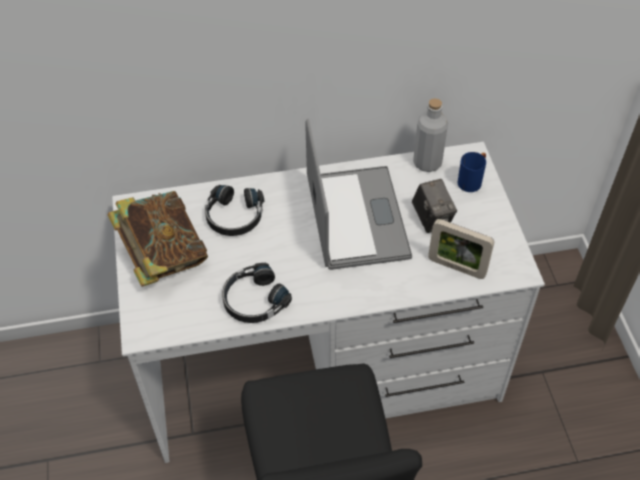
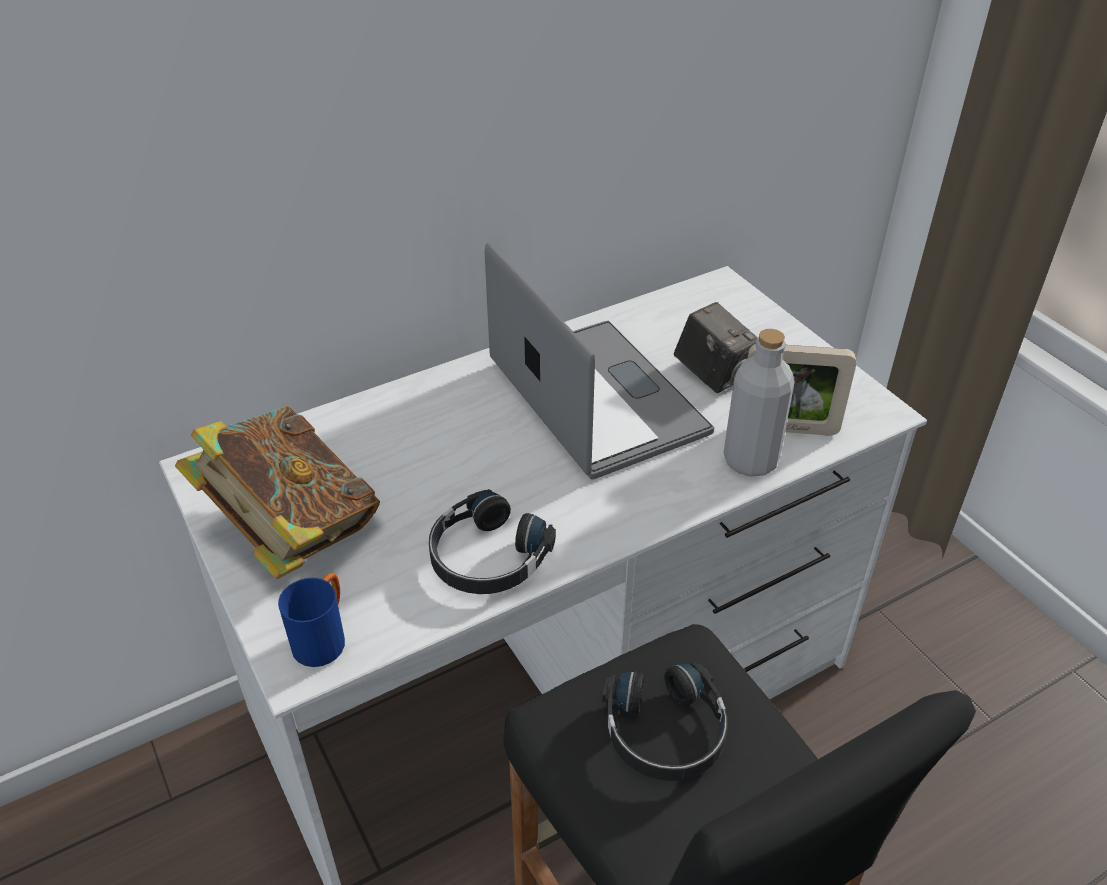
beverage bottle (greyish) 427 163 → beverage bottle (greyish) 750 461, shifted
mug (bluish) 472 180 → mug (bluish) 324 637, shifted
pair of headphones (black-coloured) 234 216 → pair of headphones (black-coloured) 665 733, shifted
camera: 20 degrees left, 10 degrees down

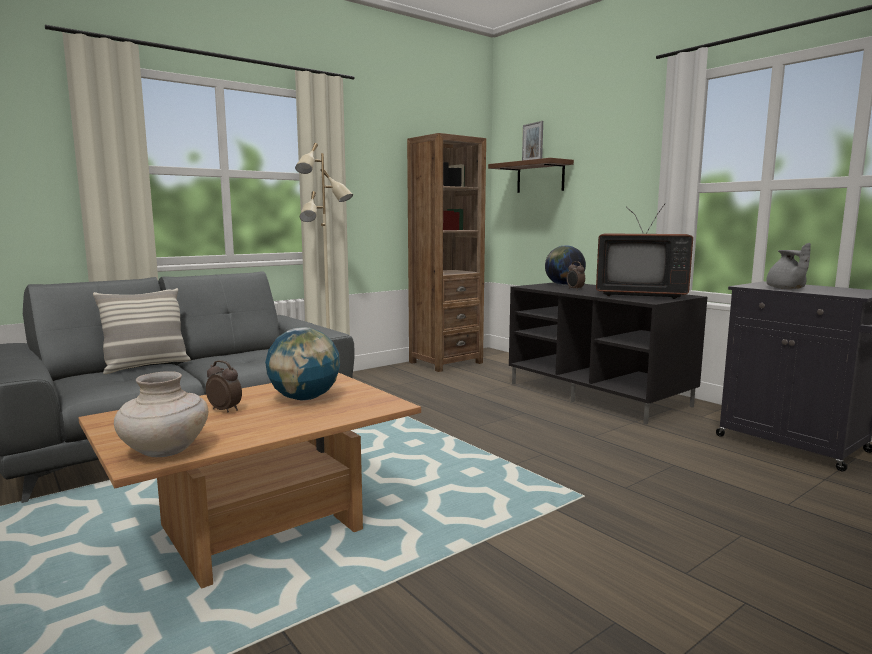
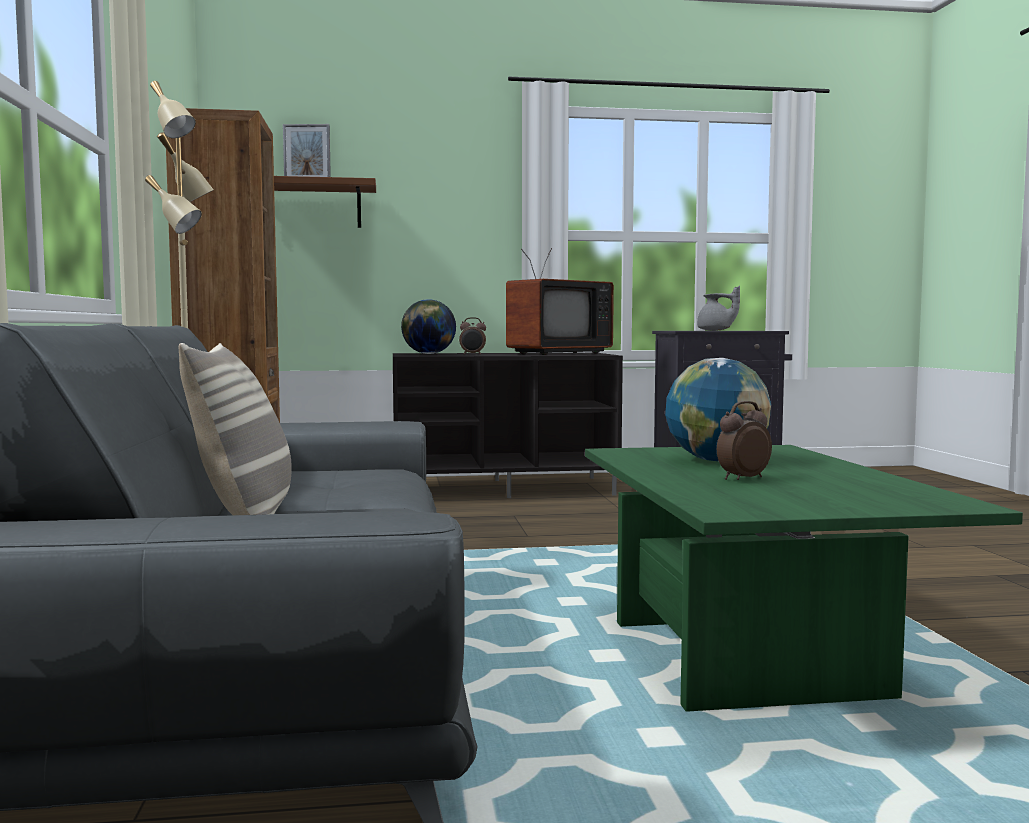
flower vase (beige) 165 451 → -
low table (brown-coloured) 261 532 → low table (green) 753 659
camera: 60 degrees left, 5 degrees down

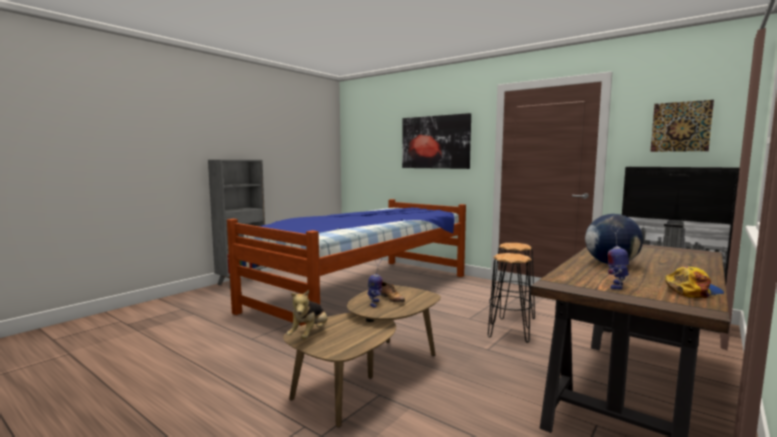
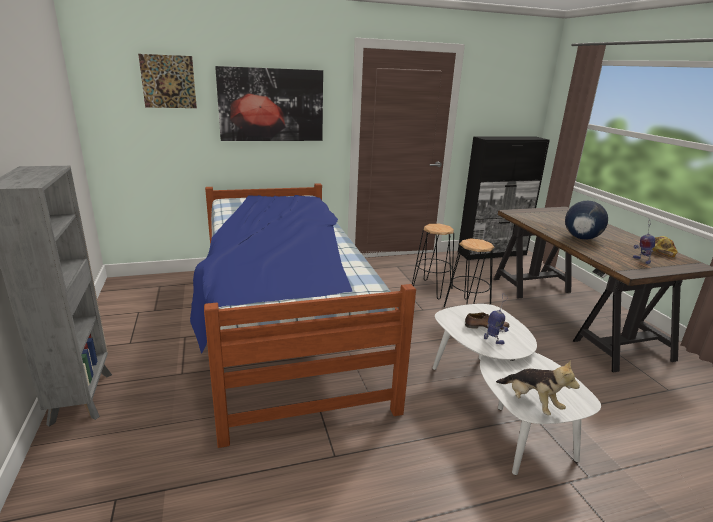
wall picture 680 126 → wall picture 168 81, shifted
low table (brown-coloured) 370 375 → low table (white-coloured) 496 407
camera: 55 degrees left, 15 degrees up

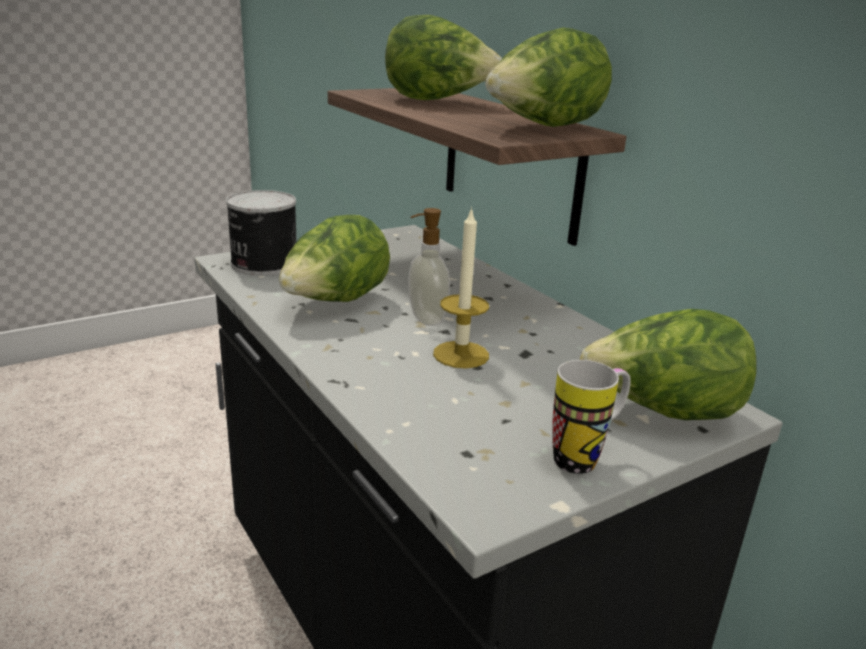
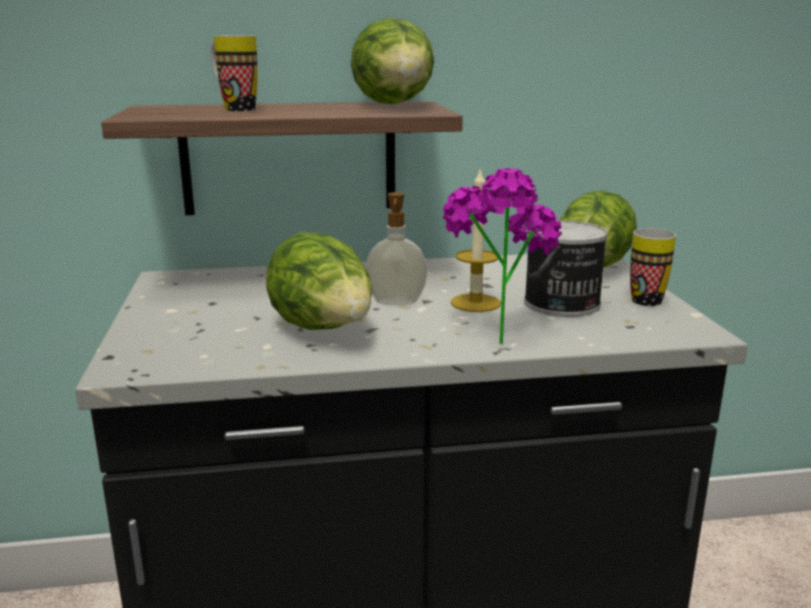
lettuce head 437 101 → mug 234 109
sealed can 262 263 → sealed can 562 304, shifted
- → houseplant 495 335
camera: 65 degrees left, 5 degrees down

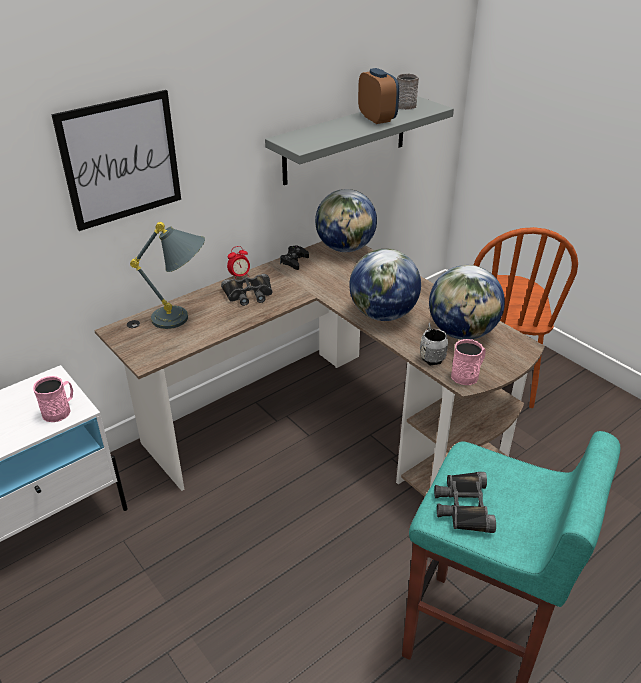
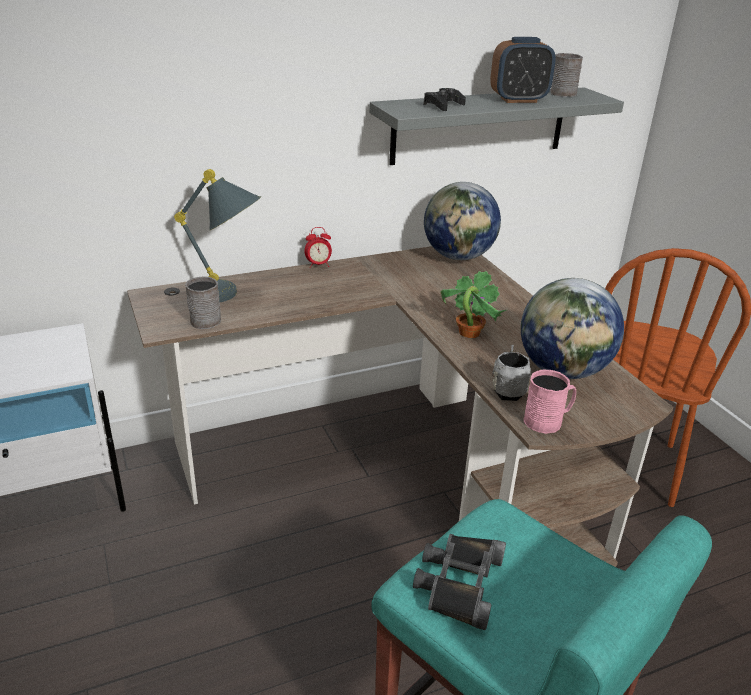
alarm clock 377 119 → alarm clock 518 100, 90 degrees clockwise
wall picture 121 160 → -
gamepad (black-coloured) 294 261 → gamepad (black-coloured) 443 105, shifted
desk globe 382 315 → houseplant 468 332
pair of binoculars (black-coloured) 249 294 → -
mug (pink) 60 410 → -
- → mug (greyish) 205 318
camera: 15 degrees right, 5 degrees down

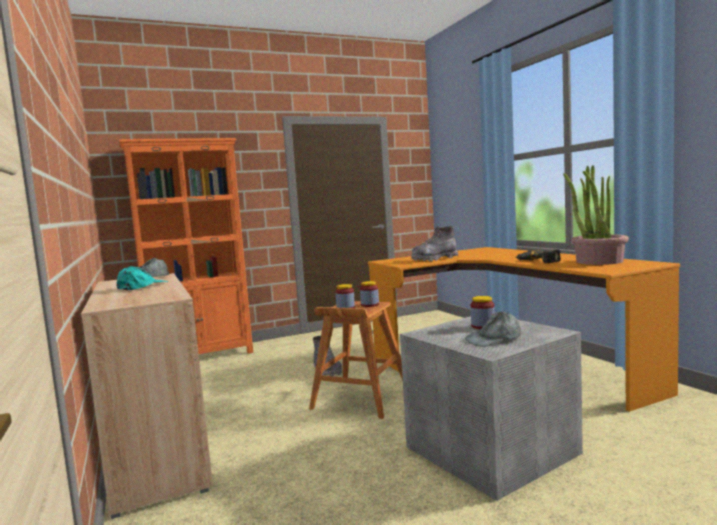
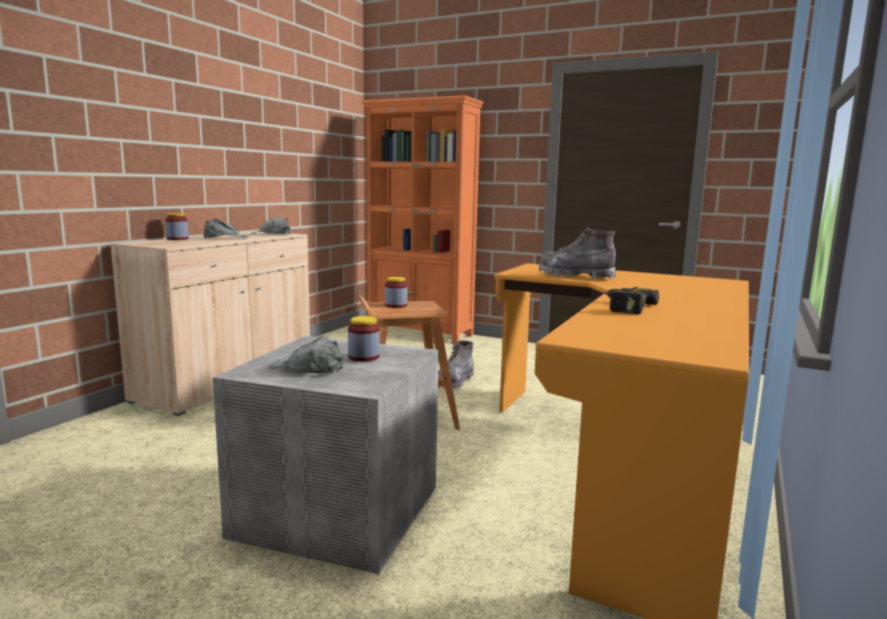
houseplant 598 261 → -
cap (turquoise-coloured) 142 287 → cap (greyish) 227 238
preserve jar 370 305 → preserve jar 177 239, shifted
camera: 50 degrees right, 5 degrees up

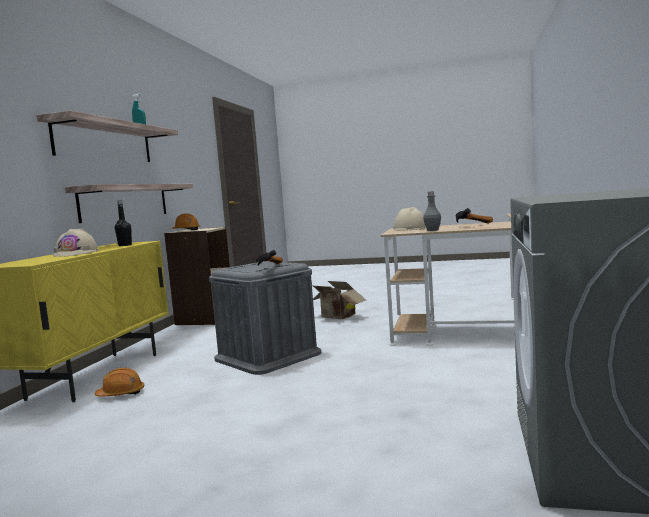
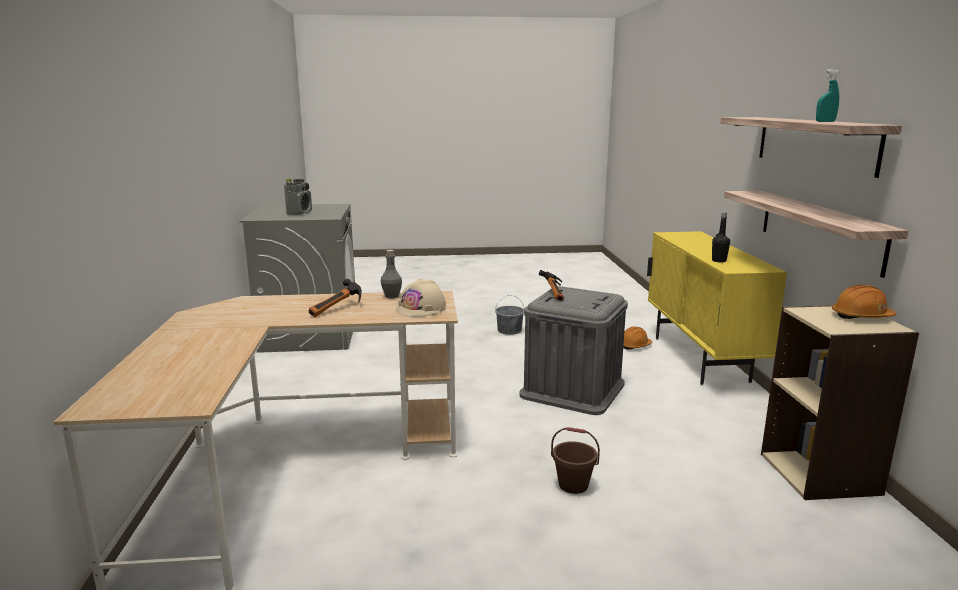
hard hat (beige) 76 253 → -
packing box 337 317 → bucket (brown-coloured) 573 485
- → radio 299 213
- → bucket (greyish) 509 330
camera: 160 degrees right, 10 degrees up

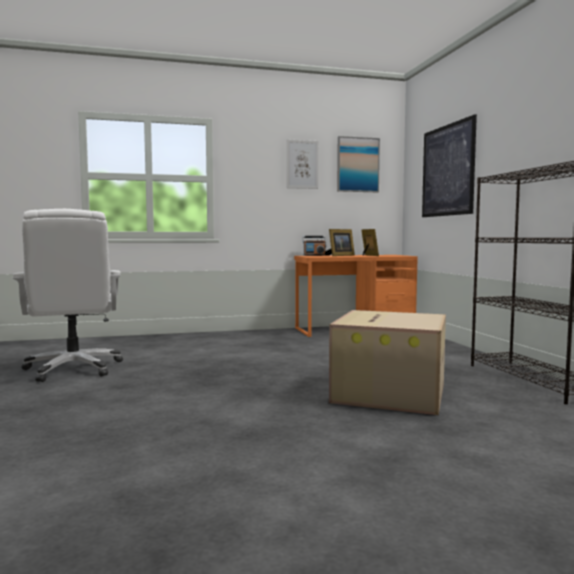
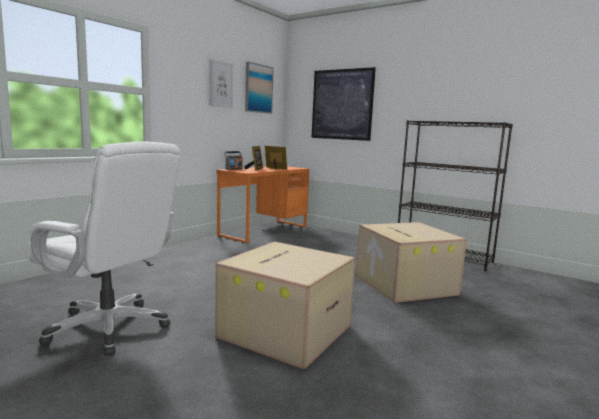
- → packing box 285 330
camera: 40 degrees left, 5 degrees up

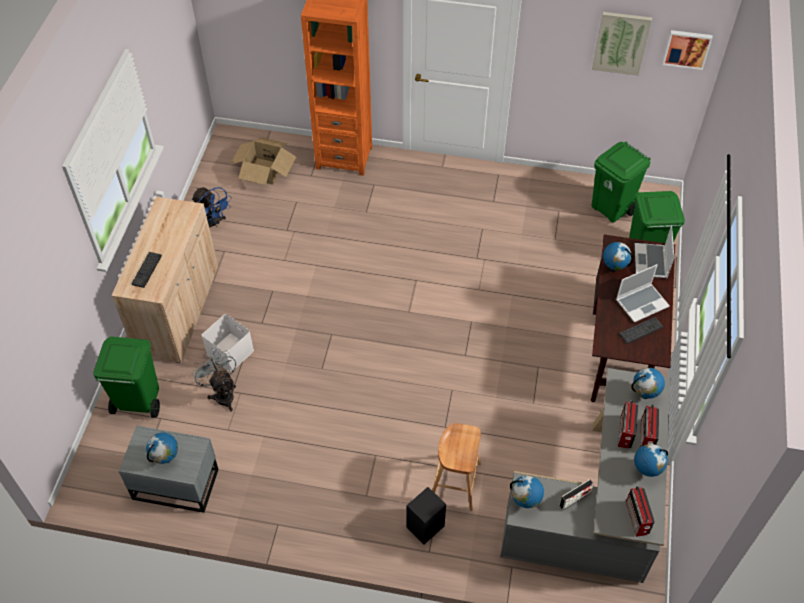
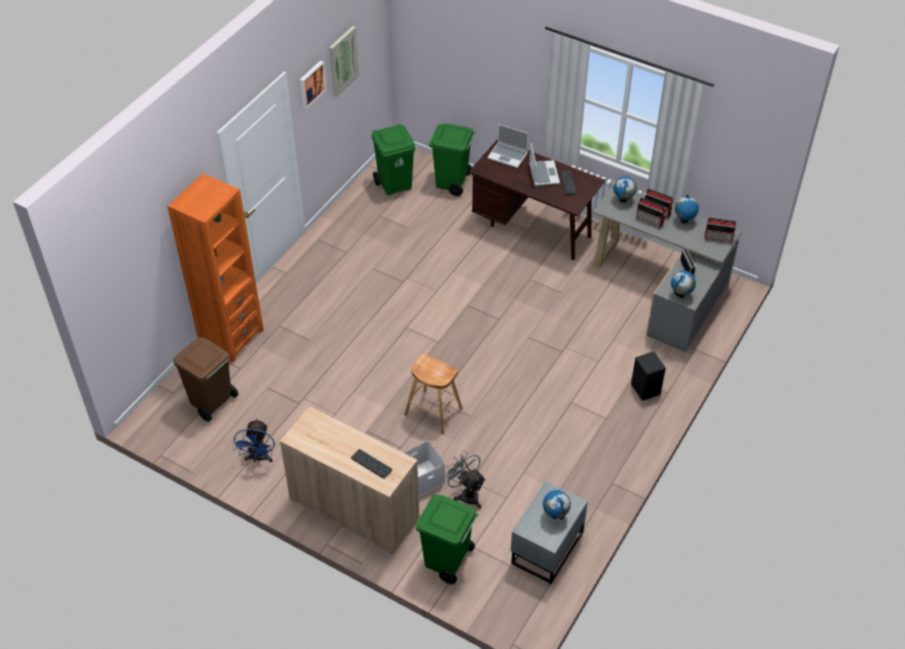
wall picture 687 48 → wall picture 311 84, shifted
packing box 264 171 → rubbish bin (brown-coloured) 211 402
fan (bluish) 214 224 → fan (bluish) 258 458, 120 degrees clockwise
desk globe 613 268 → -
fan (greyish) 222 394 → fan (greyish) 466 493, 60 degrees clockwise
stool seat (brown-coloured) 455 483 → stool seat (brown-coloured) 433 412, shifted
camera: 70 degrees left, 5 degrees down

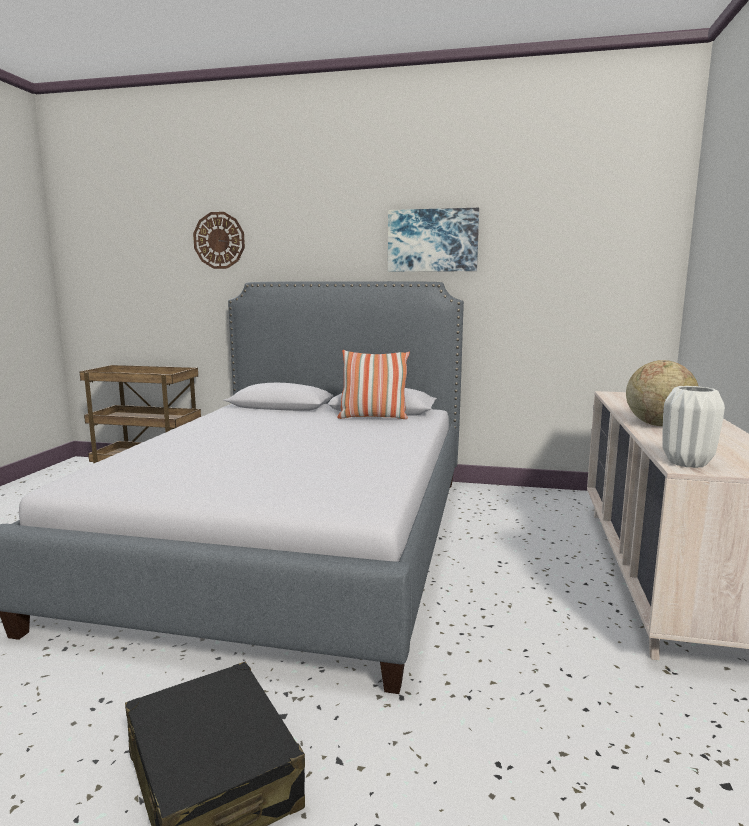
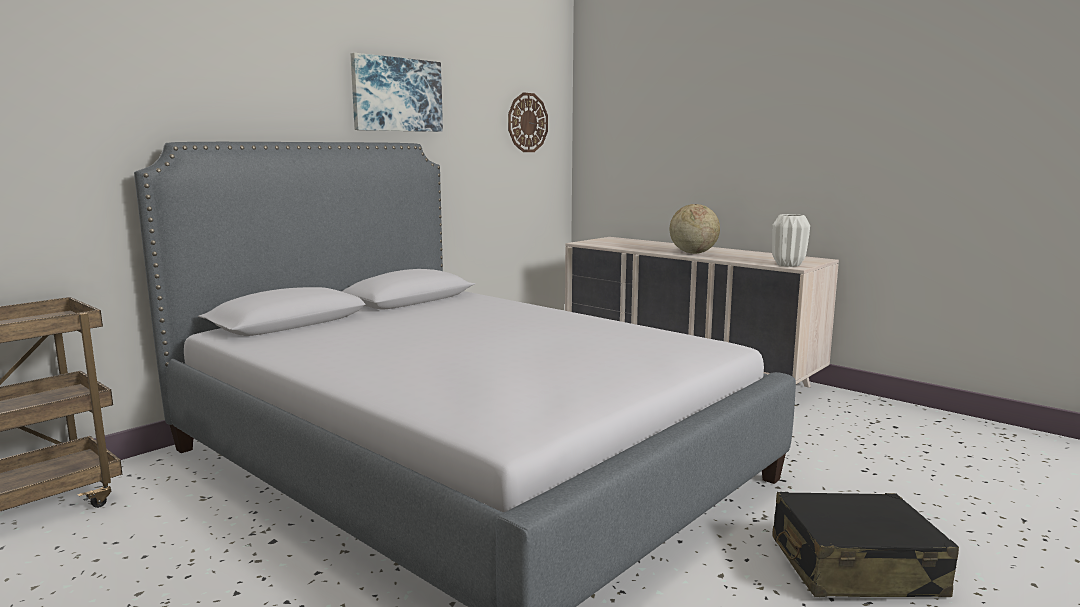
wall clock 219 240 → wall clock 527 122, shifted
cushion 373 417 → -
camera: 60 degrees left, 0 degrees up

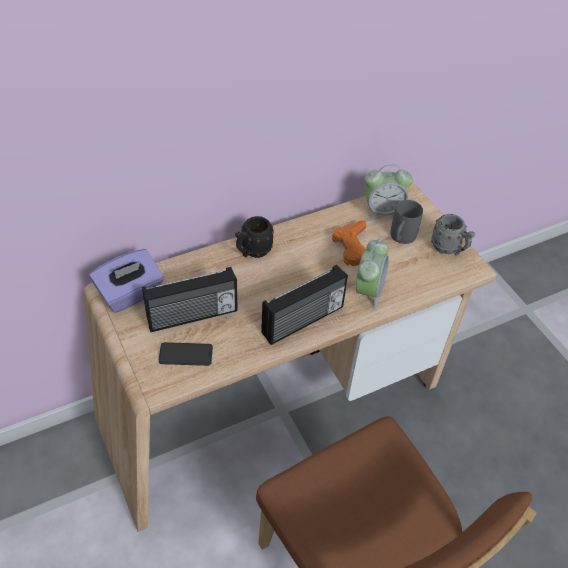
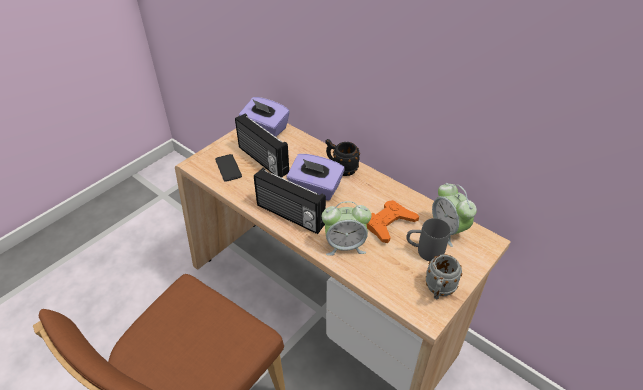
- → tissue holder (purplish) 315 189
camera: 70 degrees right, 5 degrees down

